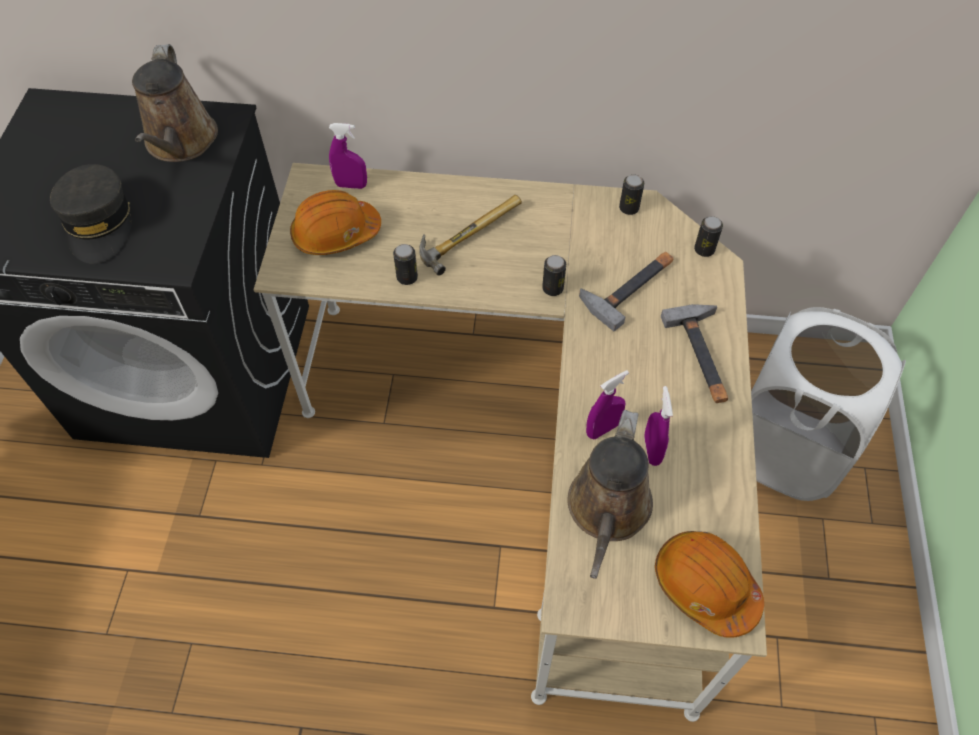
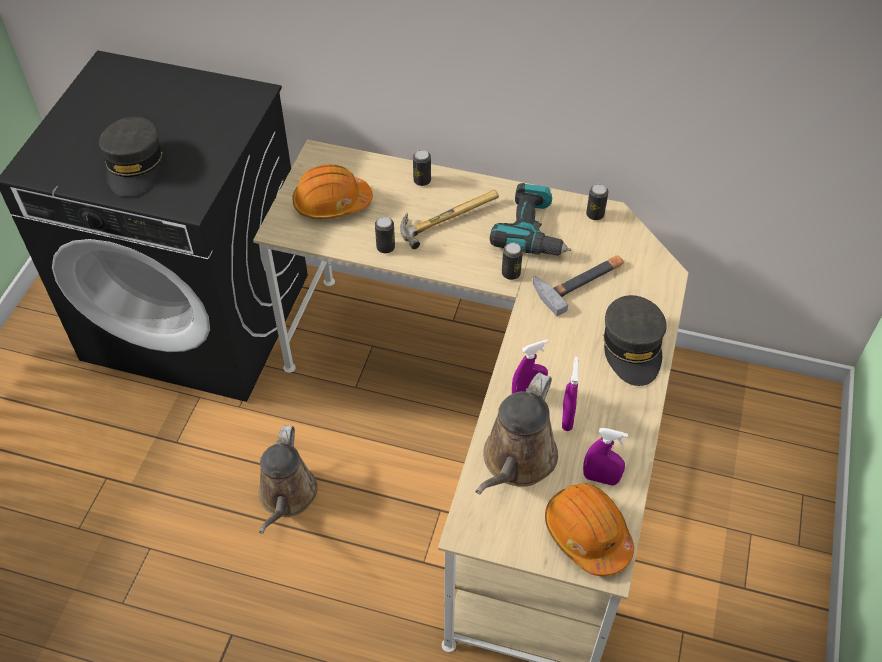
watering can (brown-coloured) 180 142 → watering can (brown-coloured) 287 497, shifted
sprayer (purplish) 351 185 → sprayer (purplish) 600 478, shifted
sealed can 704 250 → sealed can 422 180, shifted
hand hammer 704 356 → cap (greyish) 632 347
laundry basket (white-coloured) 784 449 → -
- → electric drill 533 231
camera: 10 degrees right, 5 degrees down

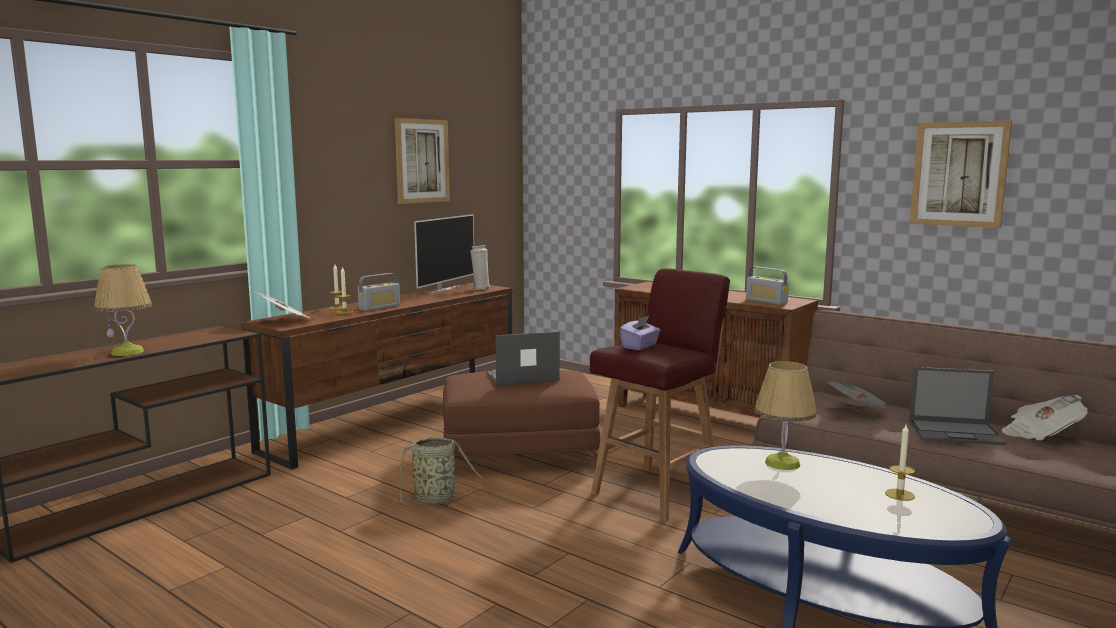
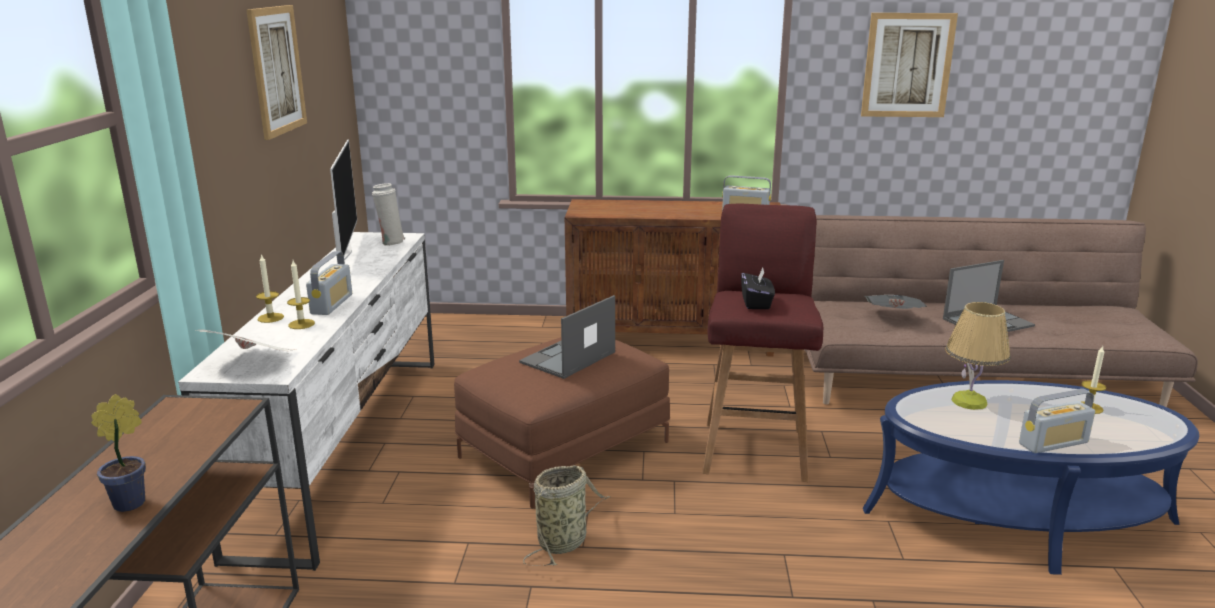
lamp for a table 128 352 → houseplant 134 502
tv unit (brown-coloured) 398 420 → tv unit (white-coloured) 348 444
tissue holder (purplish) 640 346 → tissue holder (black-coloured) 756 303
printed paper 1040 434 → -
- → radio 1053 443
camera: 35 degrees left, 10 degrees up

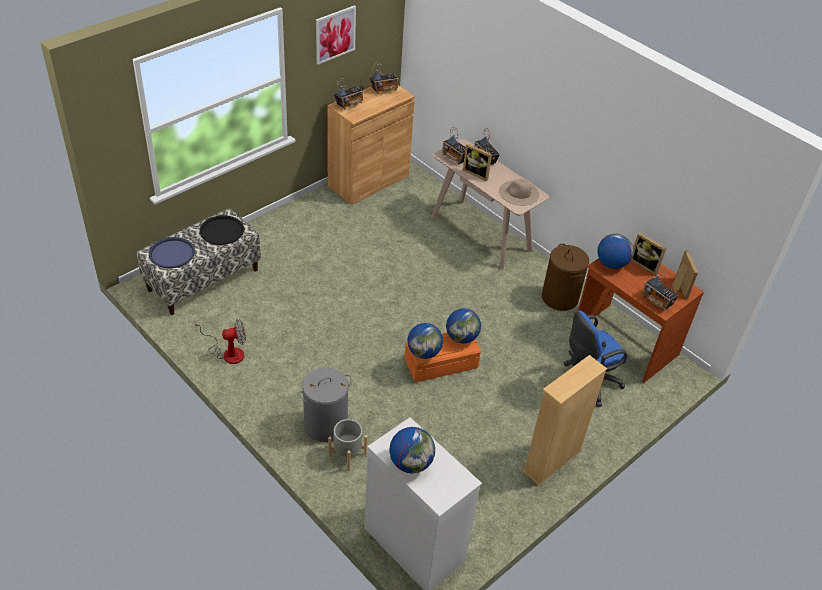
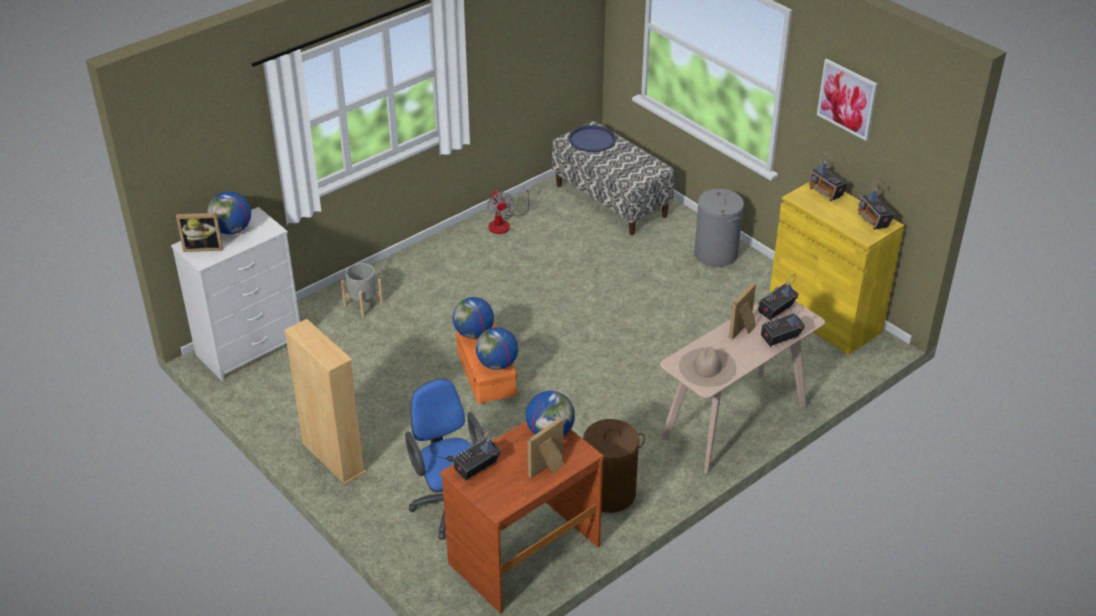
storage cabinet (brown-coloured) 368 180 → storage cabinet (yellow) 824 317
tray (black-coloured) 222 231 → -
photo frame 678 287 → photo frame 203 247, shifted
laundry basket (greyish) 326 425 → laundry basket (greyish) 716 254, shifted
camera: 95 degrees right, 5 degrees down

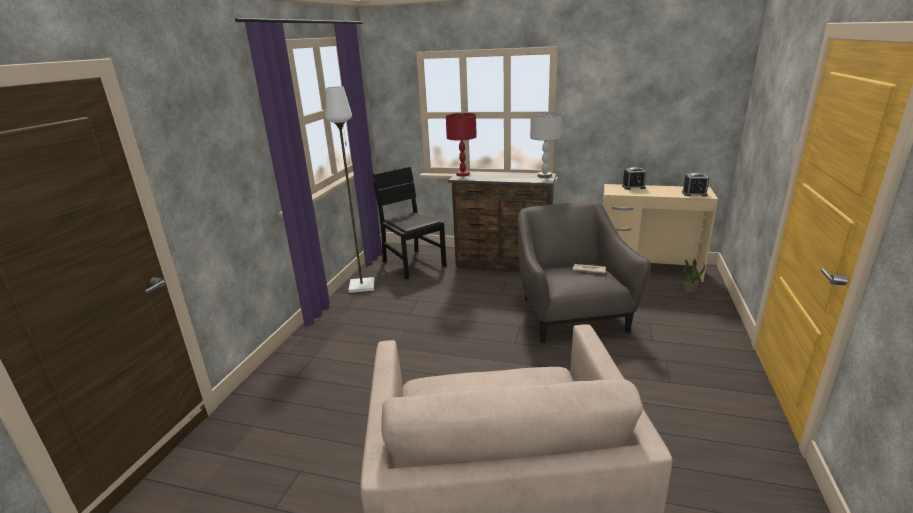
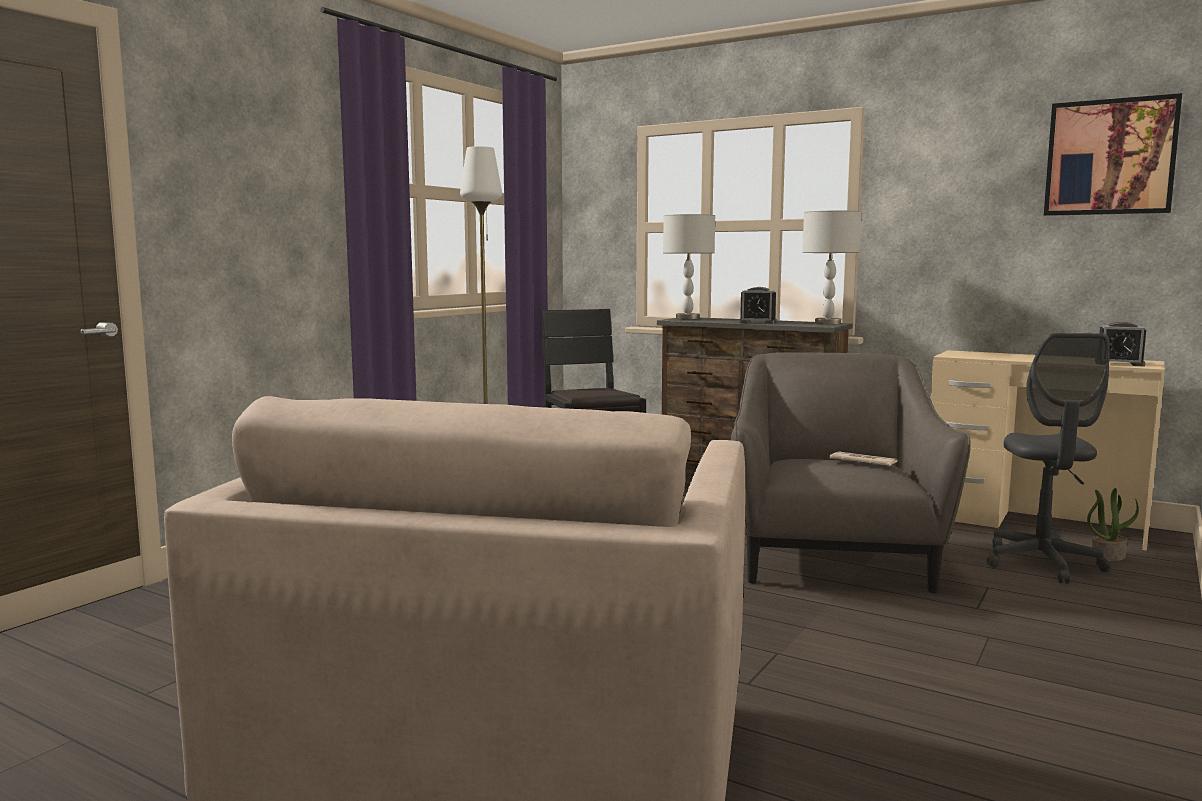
lamp for a table (red) 463 174 → lamp for a table (greyish) 687 318
alarm clock 633 187 → alarm clock 757 322, shifted
- → wall picture 1110 157
- → desk chair (greyish) 1042 563
camera: 15 degrees right, 15 degrees down

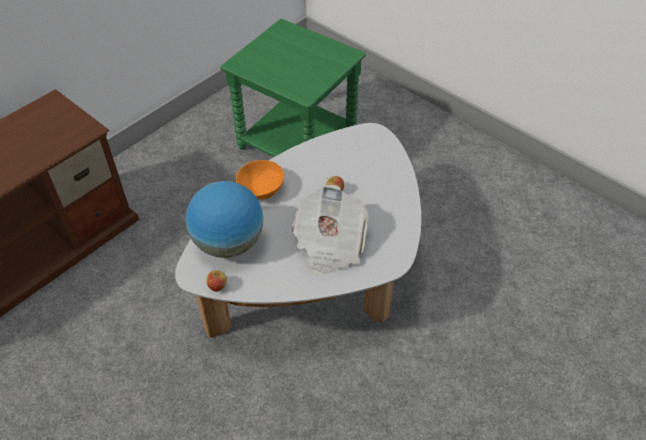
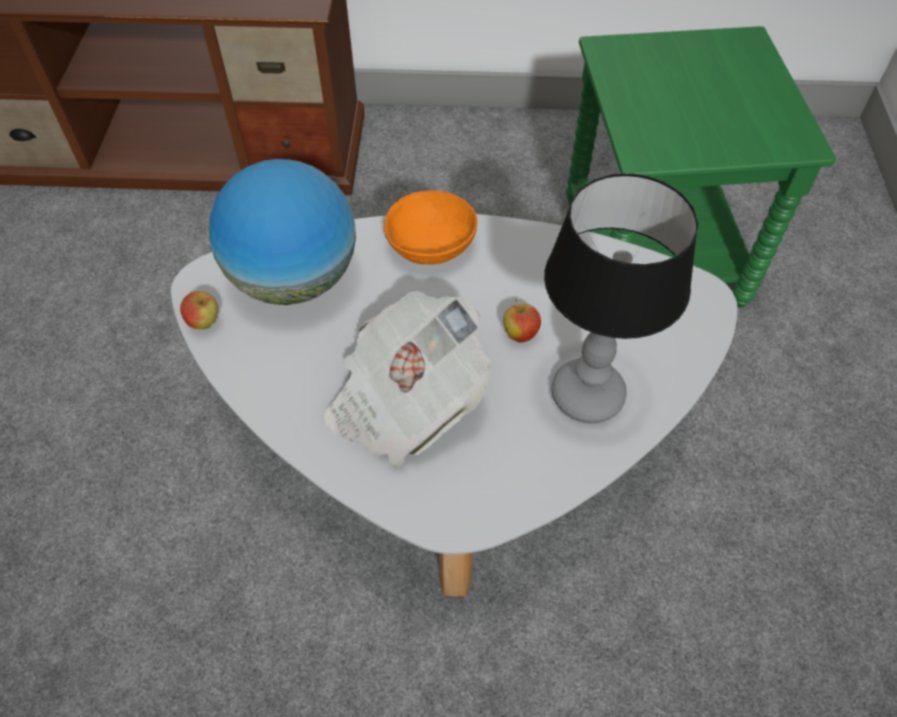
- → lamp for a table 589 396
camera: 50 degrees right, 5 degrees up

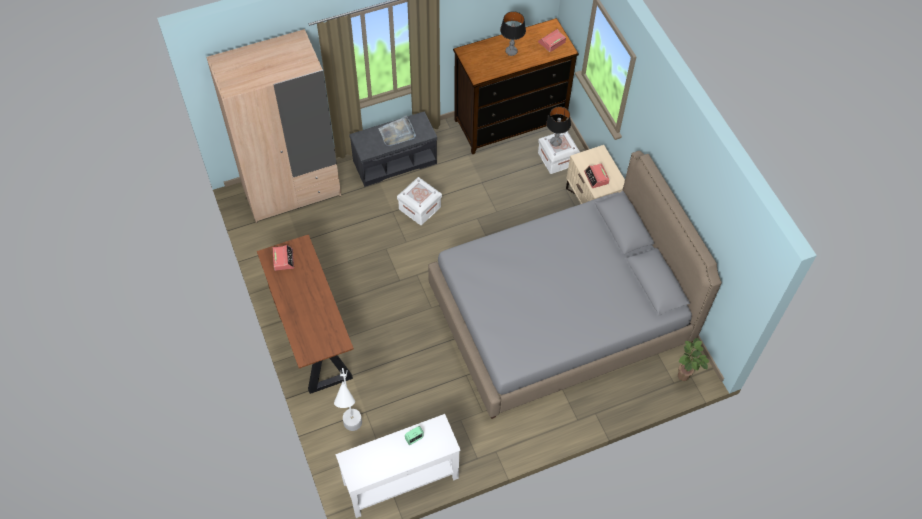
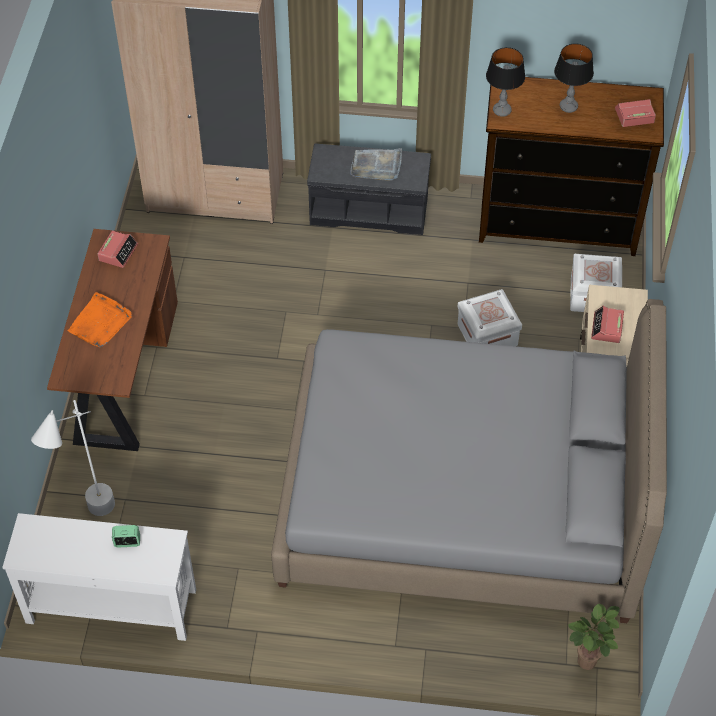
lamp for a table 556 142 → lamp for a table 502 111, shifted
storage container (white-coloured) 420 208 → storage container (white-coloured) 487 335, shifted
- → tray (orange) 100 323
camera: 30 degrees right, 5 degrees down

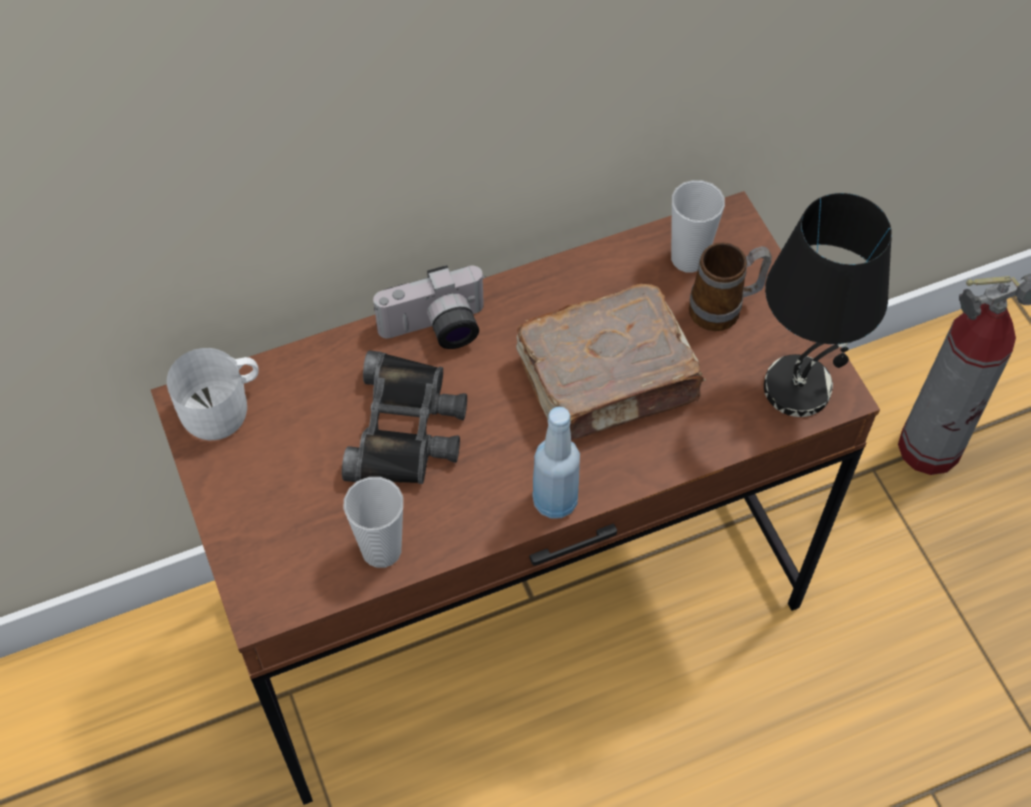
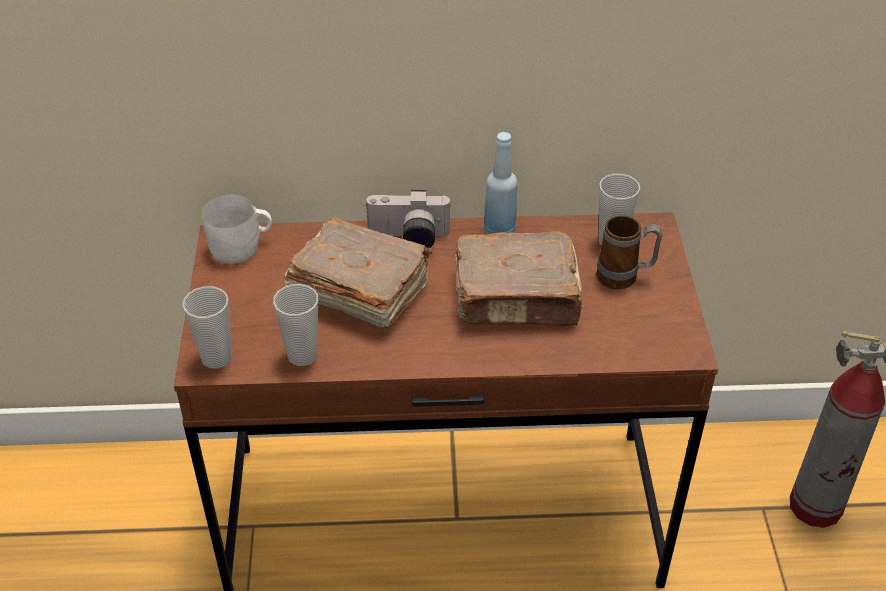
lamp for a table (black-coloured) 799 387 → -
pair of binoculars (black-coloured) 407 428 → bound book (brown-coloured) 358 290
beverage bottle (bluish) 555 501 → beverage bottle (bluish) 499 231, shifted
- → small cup 216 358
camera: 20 degrees right, 15 degrees down

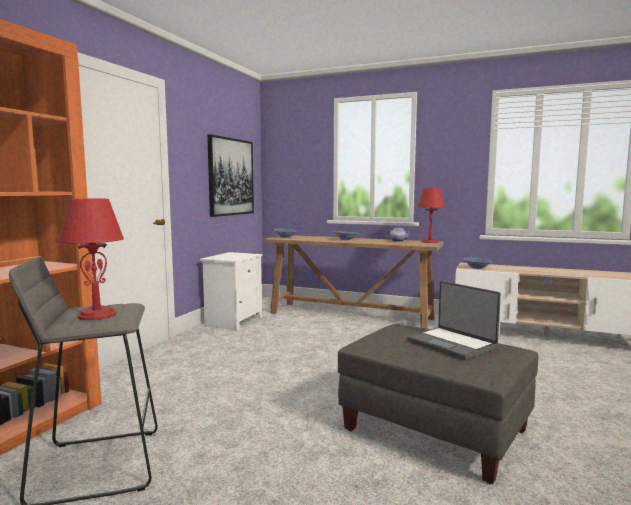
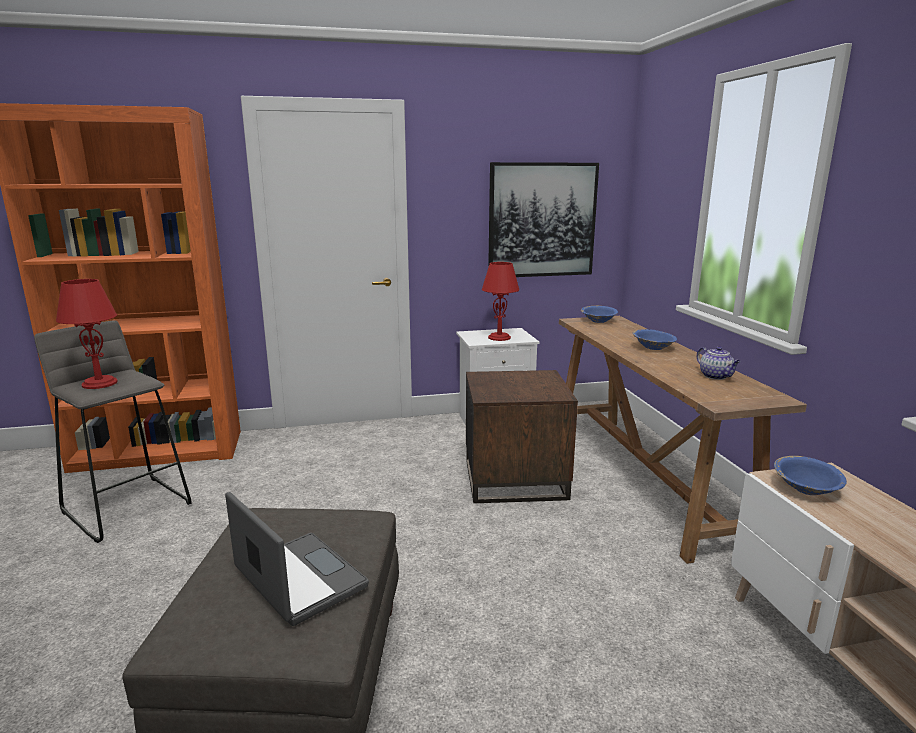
lamp for a table (red) 429 242 → lamp for a table (red) 499 337, shifted
notebook computer 452 344 → notebook computer 298 580, 120 degrees clockwise
- → end table (brown-coloured) 515 479
camera: 55 degrees right, 10 degrees up

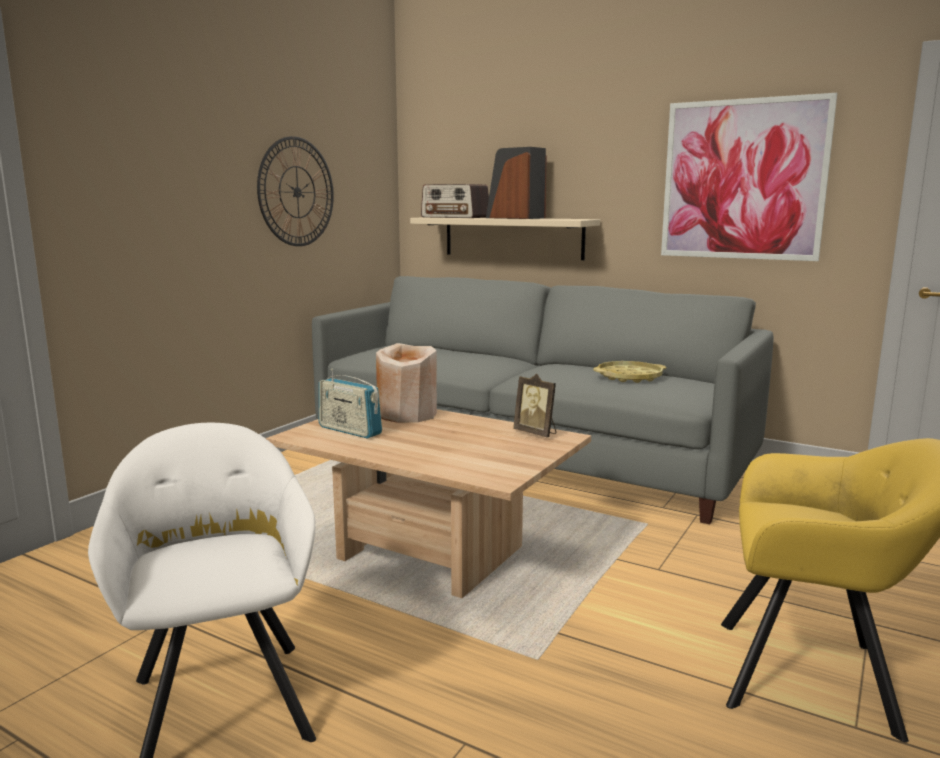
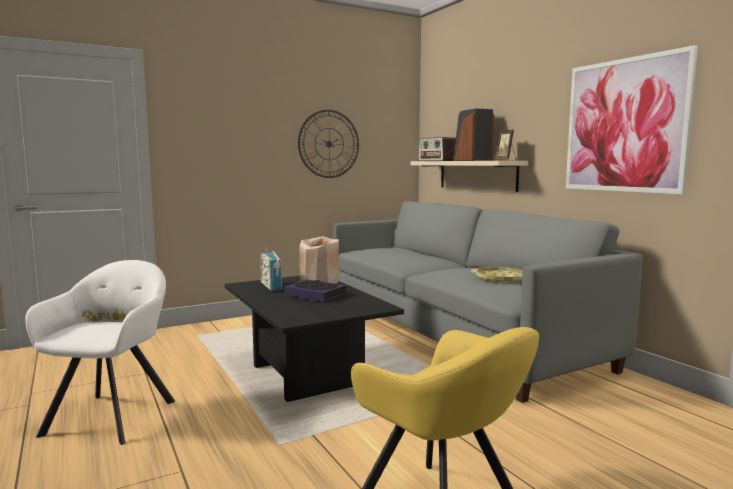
photo frame 536 433 → photo frame 506 160, shifted
low table (beige) 430 553 → low table (black-coloured) 307 375
- → bound book 315 295
camera: 30 degrees right, 5 degrees down

